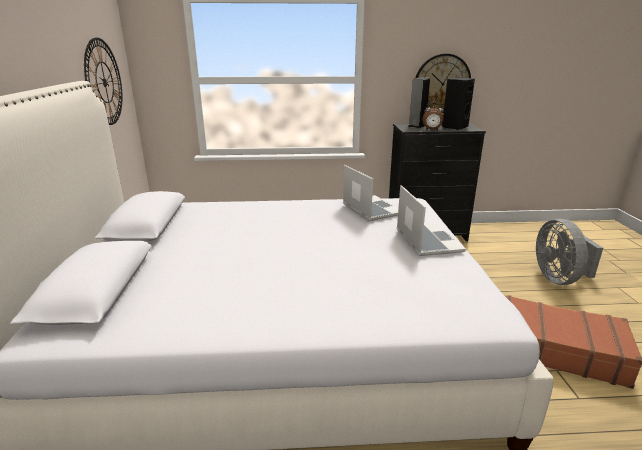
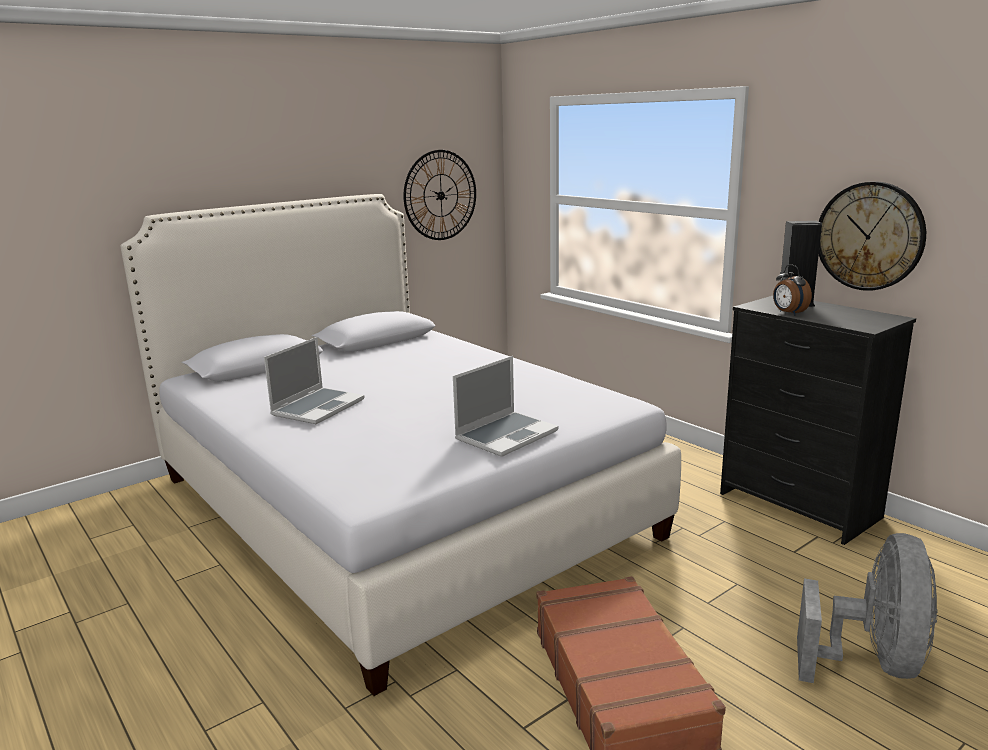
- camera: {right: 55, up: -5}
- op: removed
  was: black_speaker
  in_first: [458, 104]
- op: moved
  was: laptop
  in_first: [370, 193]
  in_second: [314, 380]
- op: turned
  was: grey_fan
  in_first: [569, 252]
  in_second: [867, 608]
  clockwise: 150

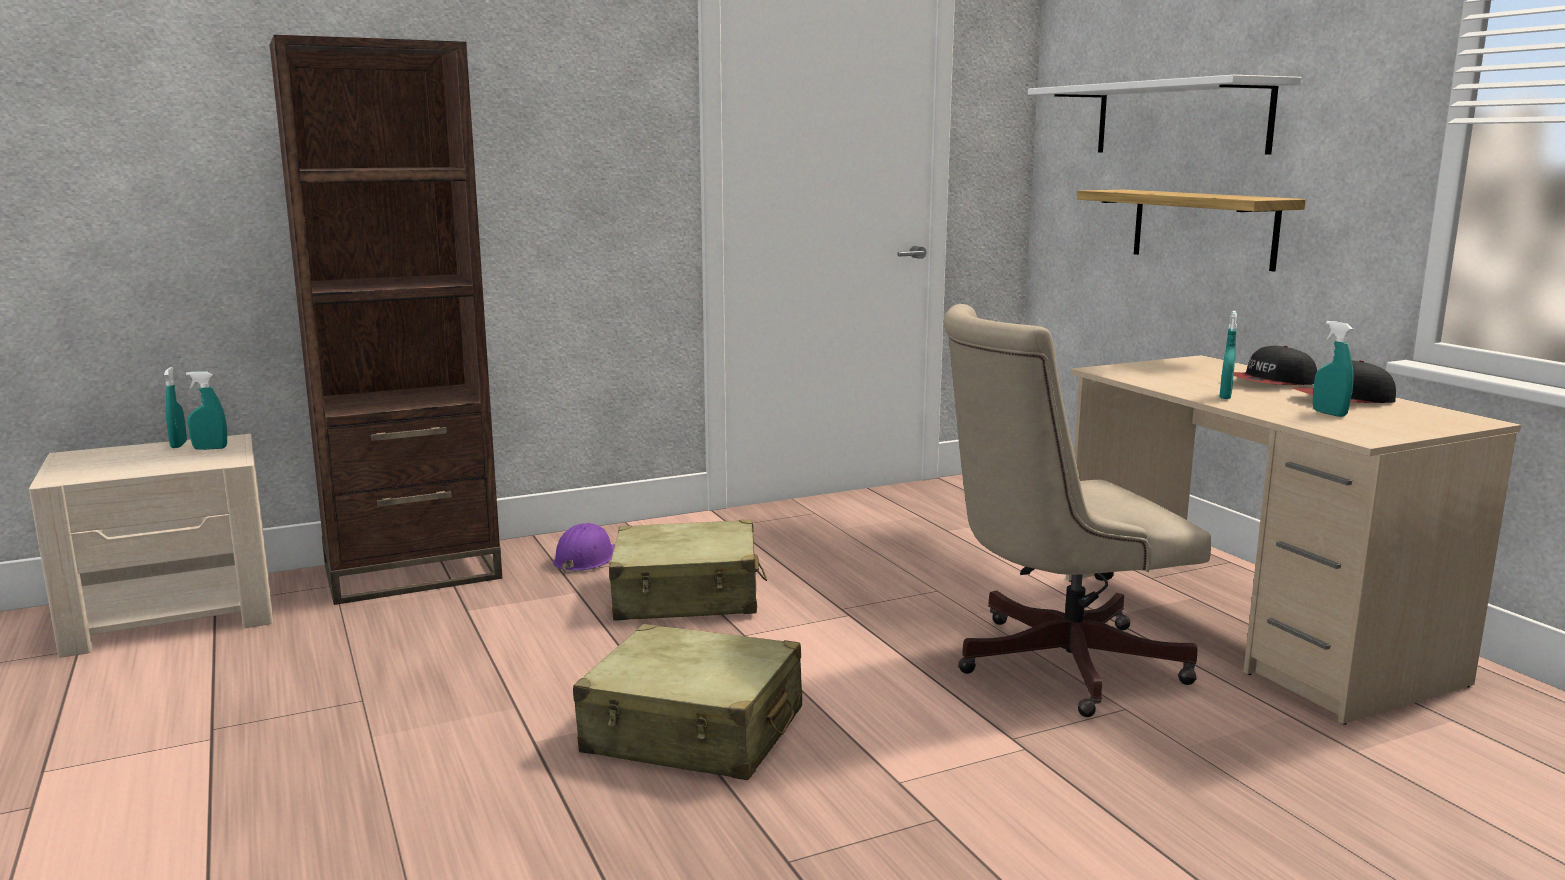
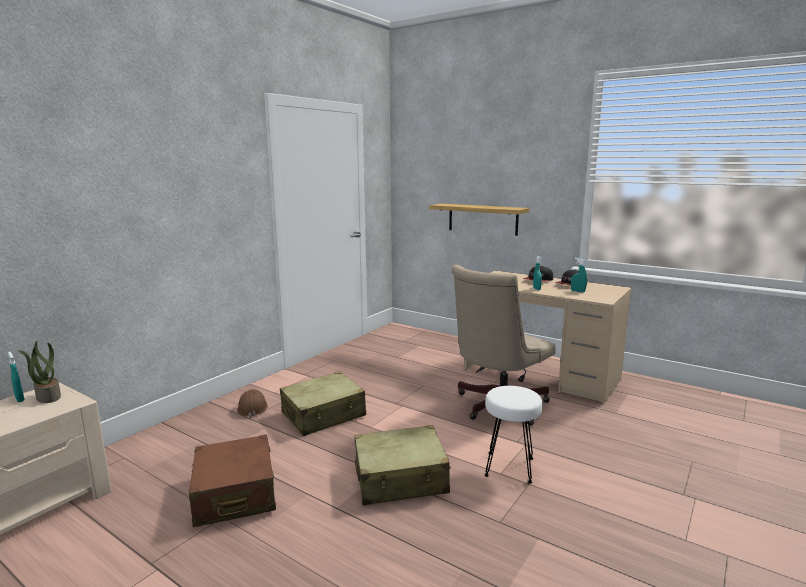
- camera: {right: -30, up: 0}
- op: removed
  was: brown_bookcase
  in_first: [385, 320]
- op: removed
  was: white_shelf
  in_first: [1165, 114]
- op: replaced
  was: turquoise_spray_bottle
  now: potted_plant
  in_first: [206, 410]
  in_second: [40, 372]
- op: recoloured
  was: purple_hard_hat
  now: brown_hard_hat
  in_first: [584, 548]
  in_second: [252, 403]
- op: added
  now: white_stool
  in_second: [513, 435]
- op: added
  now: brown_suitcase
  in_second: [232, 481]

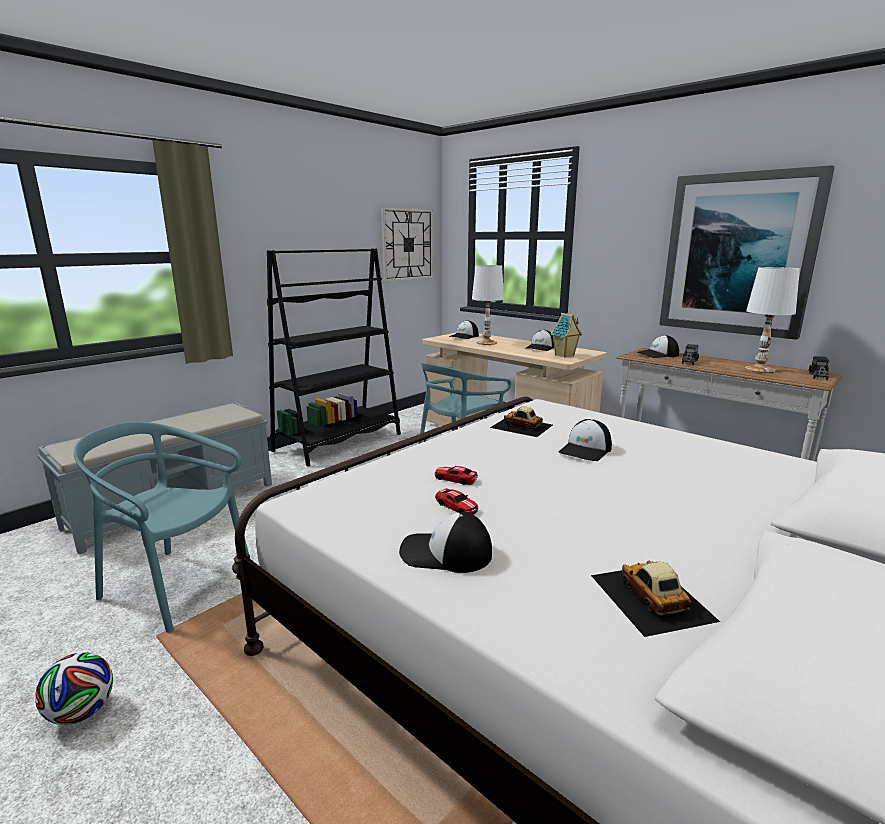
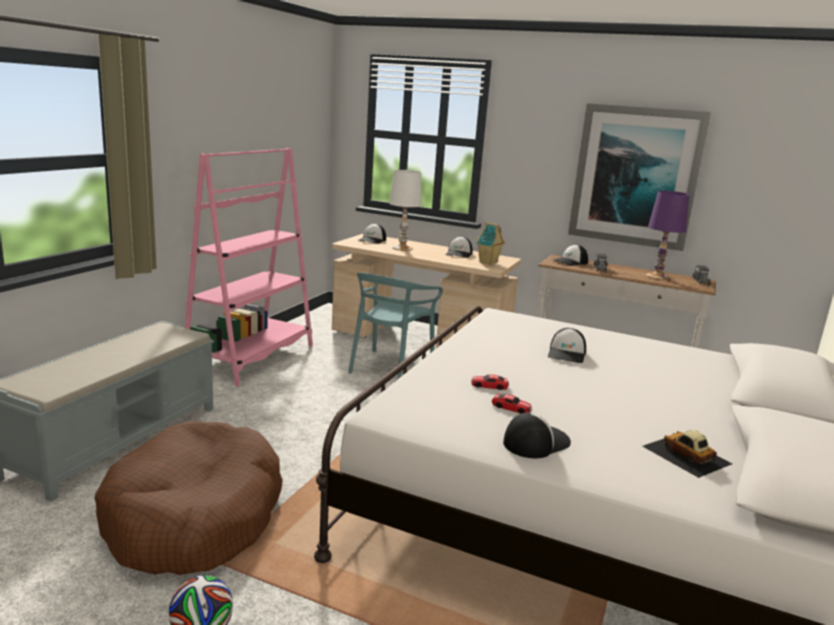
- camera: {right: -20, up: 0}
- op: removed
  was: wall_clock
  in_first: [407, 244]
- op: recoloured
  was: black_bookcase
  now: pink_bookcase
  in_first: [334, 357]
  in_second: [249, 267]
- op: recoloured
  was: white_table_lamp
  now: purple_table_lamp
  in_first: [772, 320]
  in_second: [667, 235]
- op: removed
  was: toy_car
  in_first: [521, 421]
- op: replaced
  was: turquoise_chair
  now: brown_dog_bed
  in_first: [161, 527]
  in_second: [188, 498]
- op: turned
  was: cap
  in_first: [445, 542]
  in_second: [537, 435]
  clockwise: 150

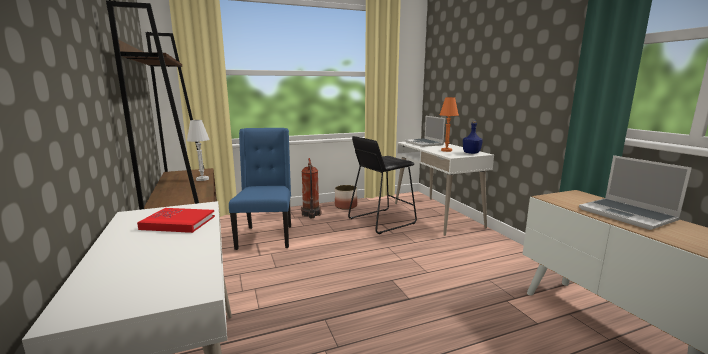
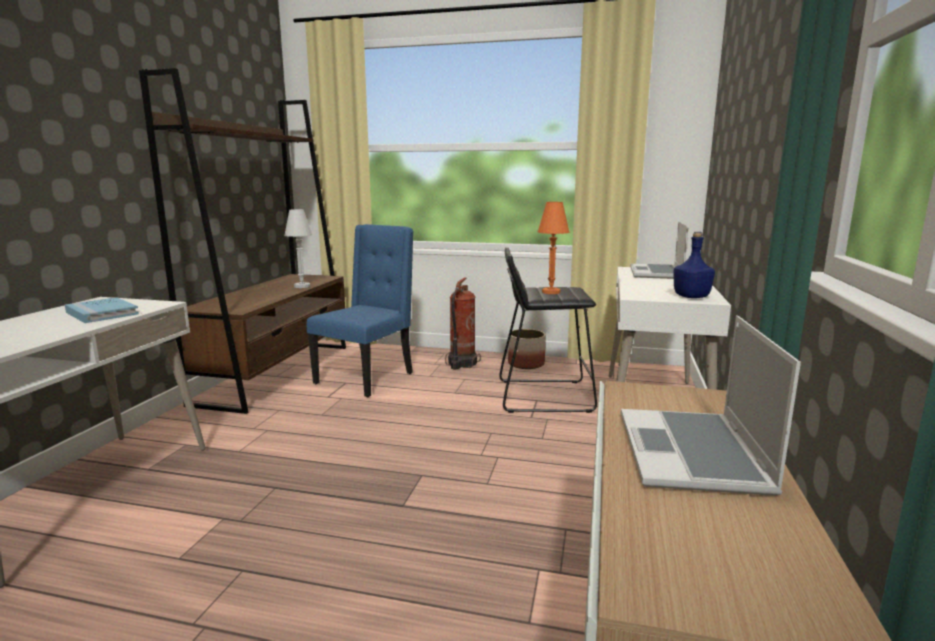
- camera: {right: 35, up: 0}
- op: moved
  was: orange_table_lamp
  in_first: [449, 124]
  in_second: [553, 248]
- op: recoloured
  was: red_book
  now: blue_book
  in_first: [176, 220]
  in_second: [102, 310]

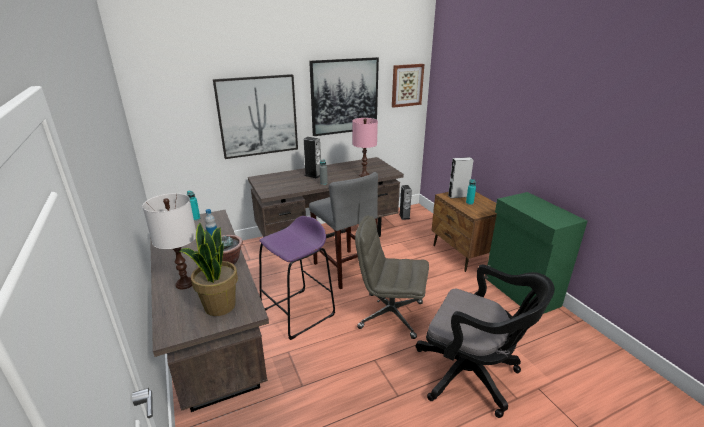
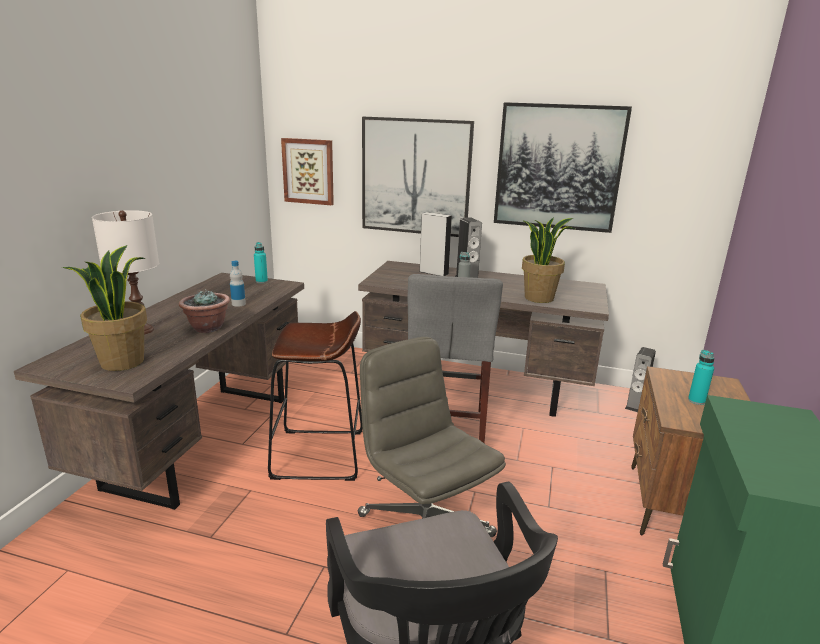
- camera: {right: 40, up: -5}
- op: moved
  was: picture
  in_first: [408, 86]
  in_second: [307, 171]
- op: replaced
  was: pink_table_lamp
  now: potted_plant
  in_first: [365, 147]
  in_second: [548, 260]
- op: moved
  was: grey_speaker
  in_first: [461, 177]
  in_second: [436, 244]
- op: recoloured
  was: purple_stool
  now: brown_stool
  in_first: [297, 278]
  in_second: [315, 396]

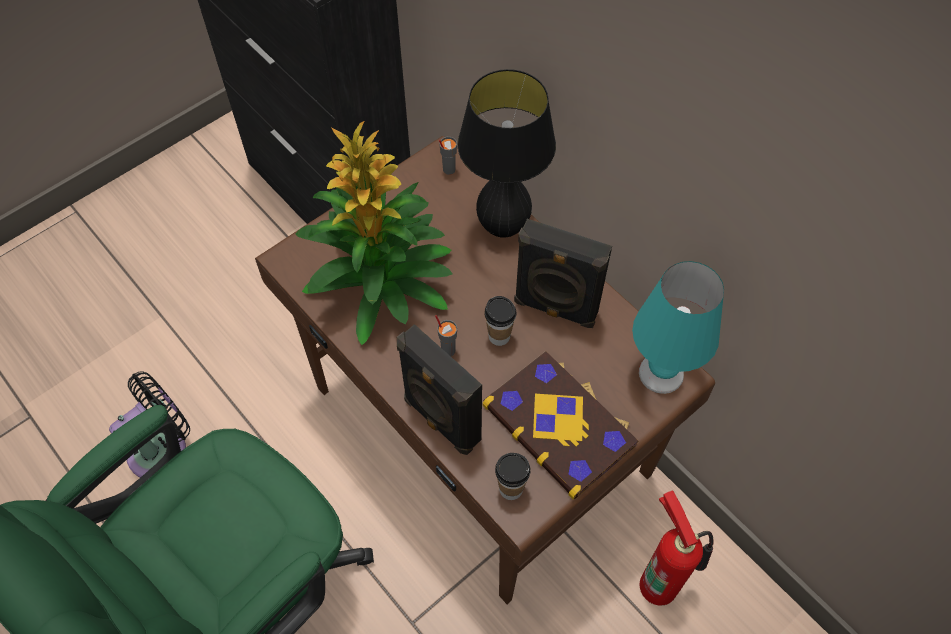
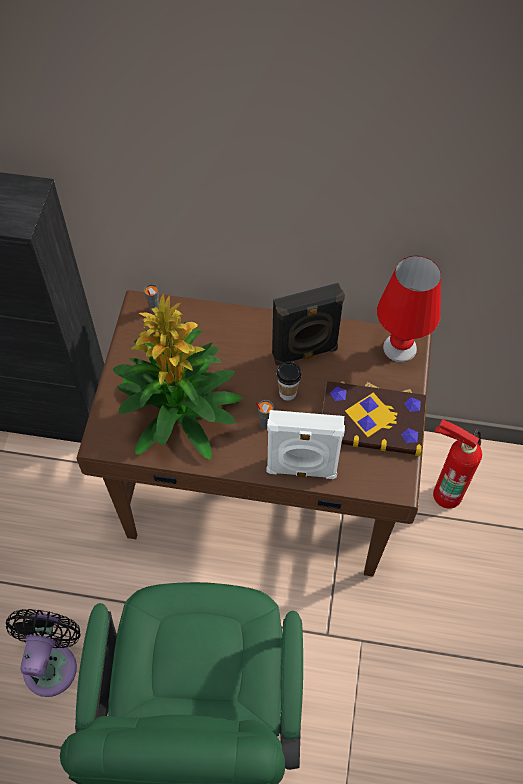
- camera: {right: -40, up: 0}
- op: removed
  was: black_table_lamp
  in_first: [506, 153]
- op: recoloured
  was: turquoise_table_lamp
  now: red_table_lamp
  in_first: [678, 327]
  in_second: [409, 309]
- op: recoloured
  was: black_speaker
  now: white_speaker
  in_first: [439, 389]
  in_second: [305, 444]
- op: removed
  was: cup
  in_first: [513, 476]

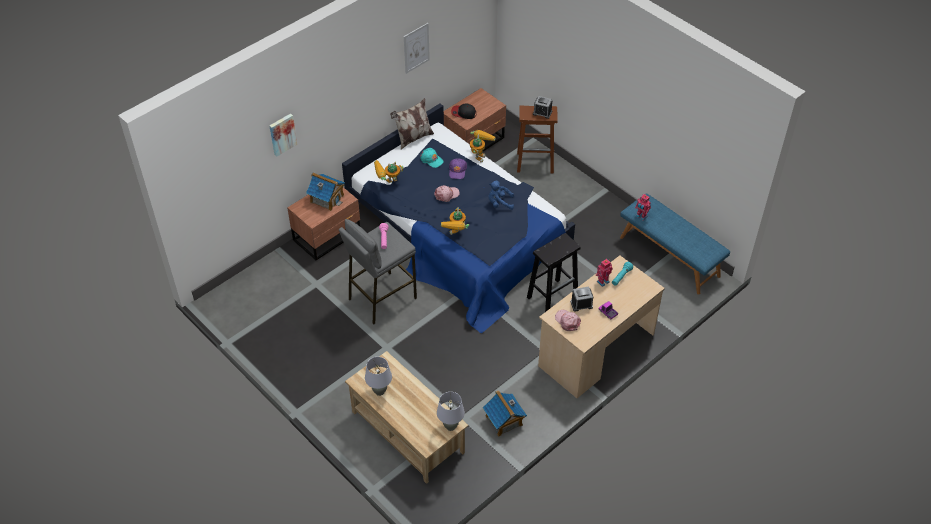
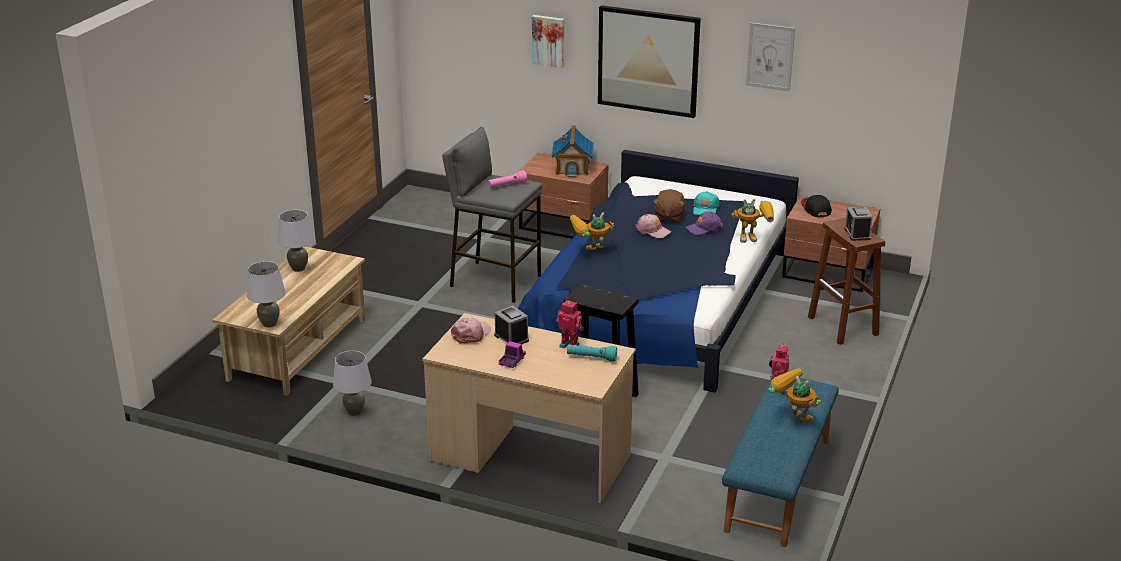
- camera: {right: 65, up: -20}
- op: removed
  was: pillow
  in_first: [412, 124]
- op: moved
  was: toy_robot
  in_first: [389, 171]
  in_second: [794, 395]
- op: removed
  was: blue_plush_toy
  in_first: [501, 195]
- op: replaced
  was: toy_house
  now: grey_table_lamp
  in_first: [505, 413]
  in_second: [352, 383]
- op: added
  now: picture
  in_second: [649, 61]
- op: added
  now: brown_plush_toy
  in_second: [669, 206]

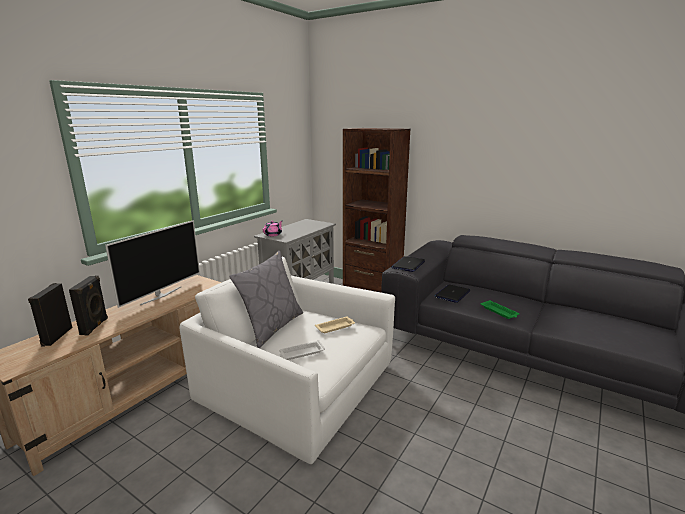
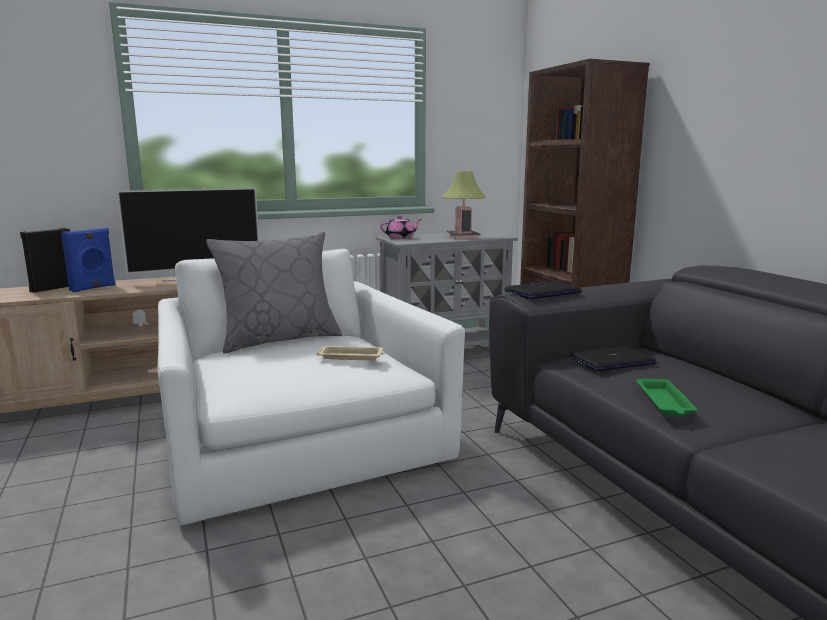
- camera: {right: 35, up: -5}
- op: recoloured
  was: black_speaker
  now: blue_speaker
  in_first: [88, 305]
  in_second: [88, 260]
- op: removed
  was: white_tray
  in_first: [302, 350]
- op: added
  now: table_lamp
  in_second: [464, 205]

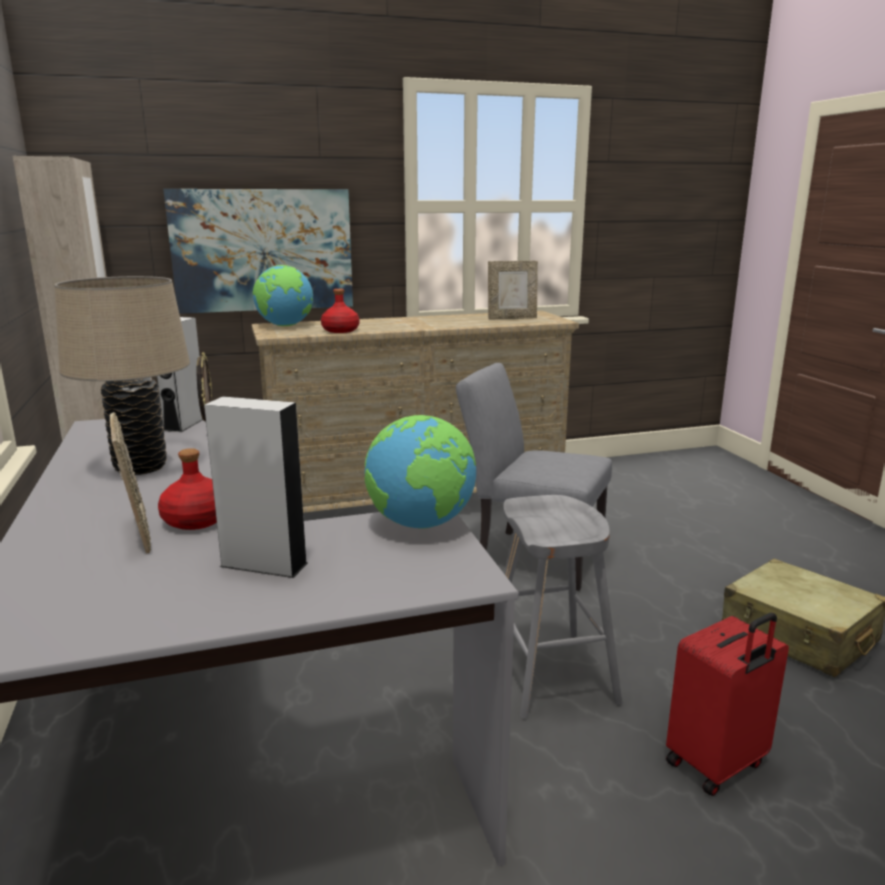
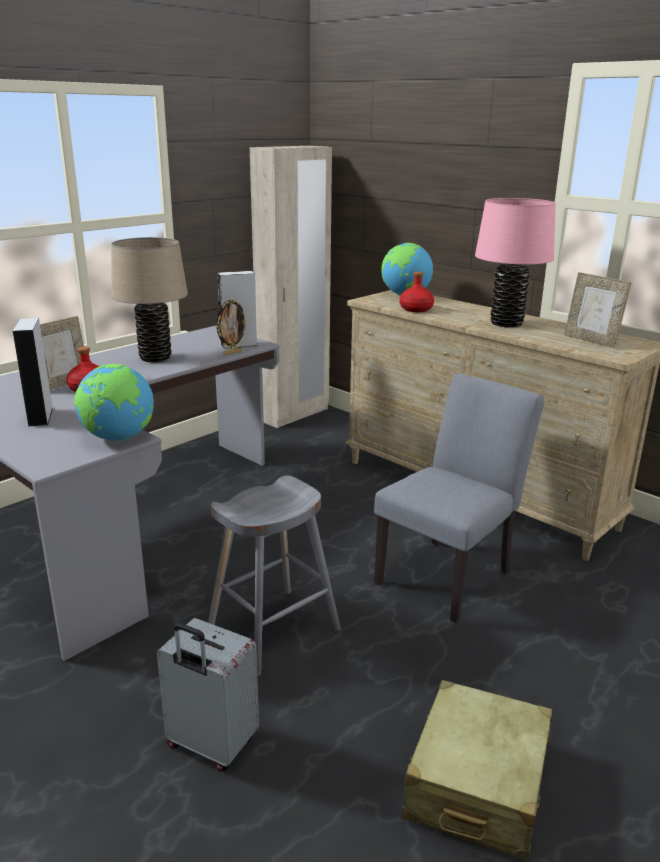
- camera: {right: 60, up: 5}
- op: removed
  was: picture
  in_first: [258, 251]
- op: turned
  was: grey_chair
  in_first: [534, 477]
  in_second: [459, 498]
  clockwise: 45
- op: recoloured
  was: red_suitcase
  now: grey_suitcase
  in_first: [727, 704]
  in_second: [208, 694]
- op: added
  now: pink_table_lamp
  in_second: [515, 263]

